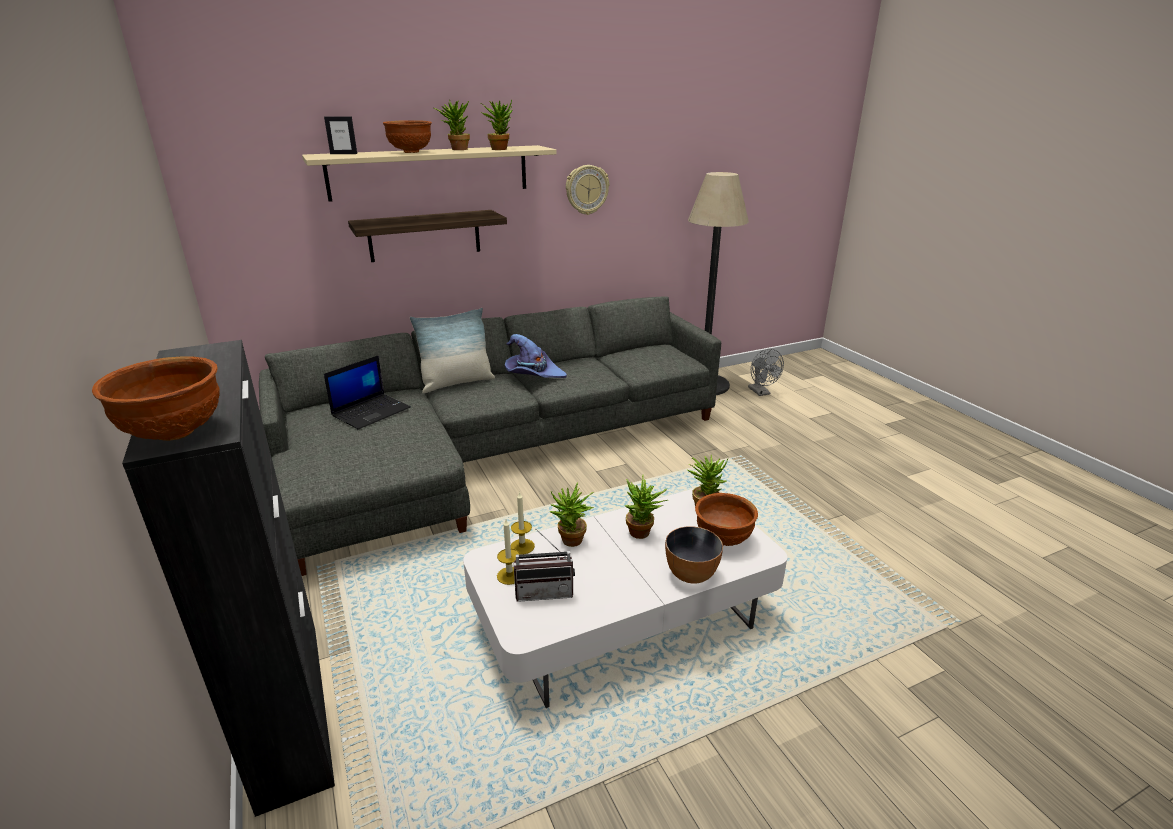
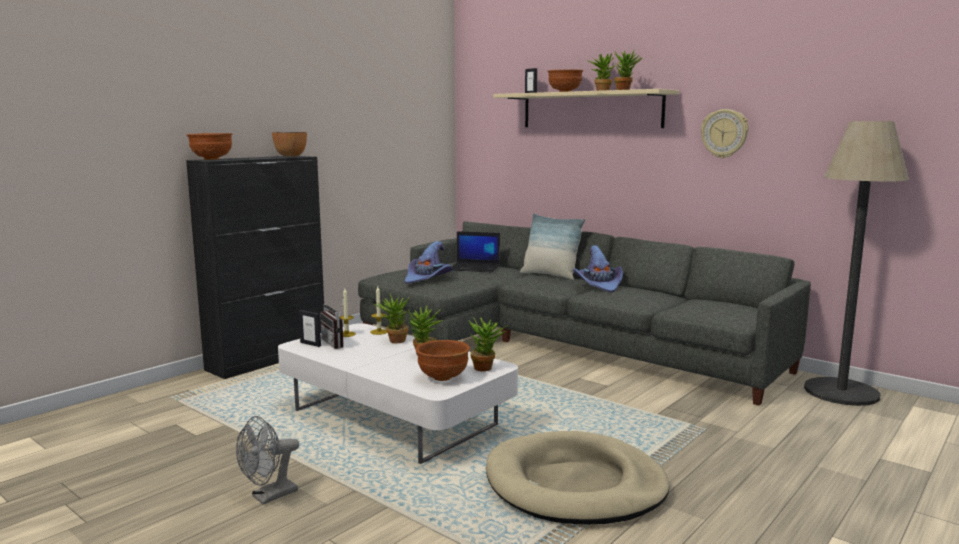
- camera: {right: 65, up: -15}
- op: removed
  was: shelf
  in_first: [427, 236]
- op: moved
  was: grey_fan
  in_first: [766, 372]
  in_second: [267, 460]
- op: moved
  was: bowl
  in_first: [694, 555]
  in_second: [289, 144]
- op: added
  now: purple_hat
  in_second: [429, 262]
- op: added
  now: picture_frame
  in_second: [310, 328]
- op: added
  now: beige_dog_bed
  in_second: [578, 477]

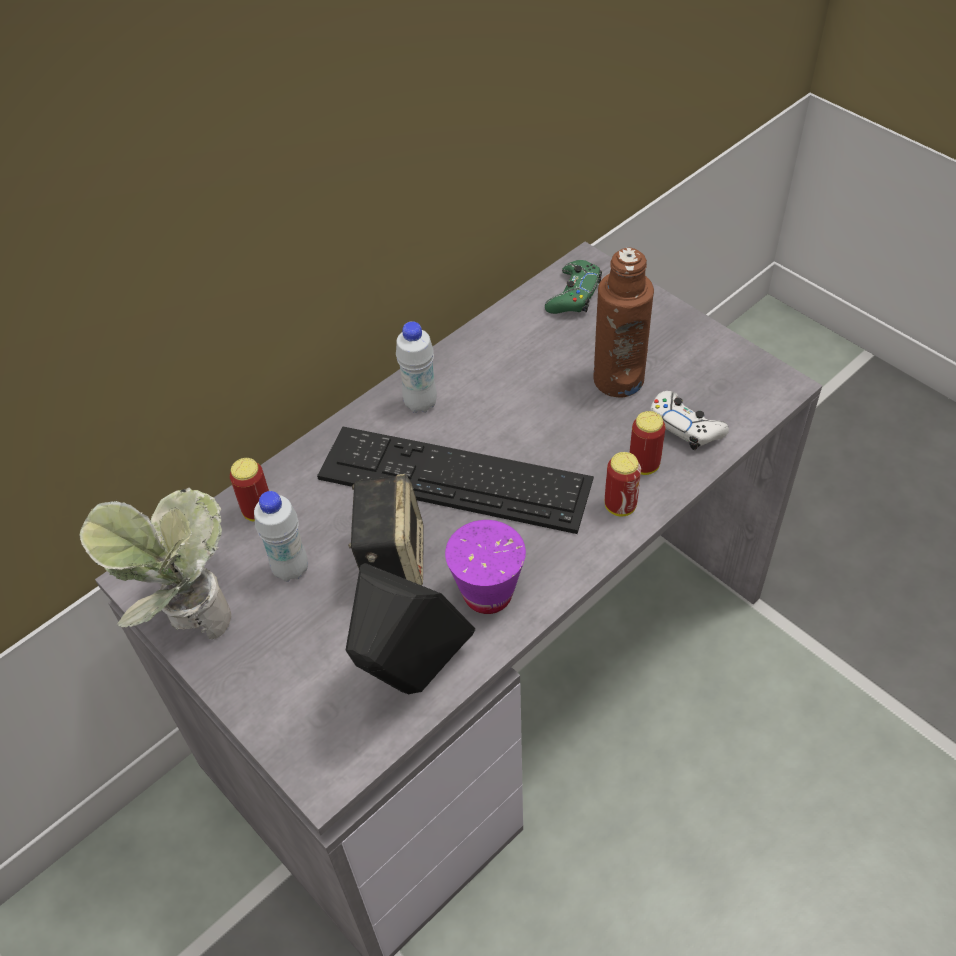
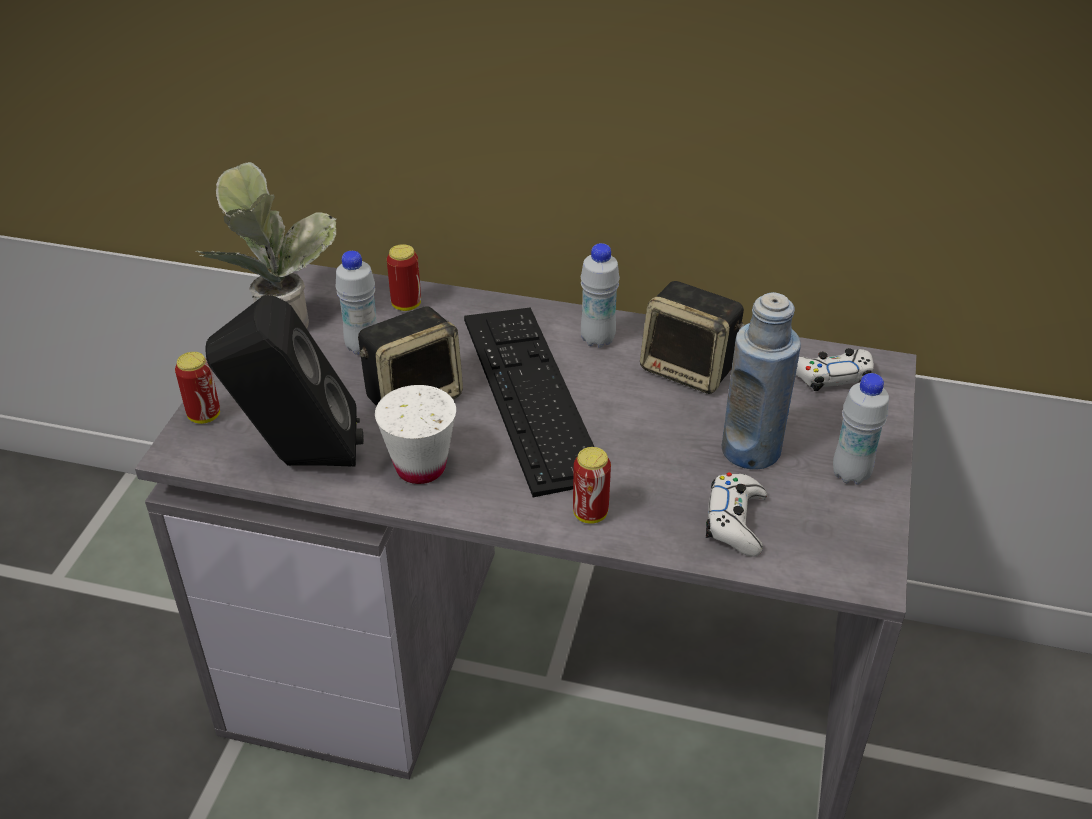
- camera: {right: 55, up: -10}
- op: recoloured
  was: brown_bottle
  now: blue_bottle
  in_first: [623, 322]
  in_second: [761, 381]
- op: recoloured
  was: green_game_controller
  now: white_game_controller
  in_first: [573, 287]
  in_second: [835, 369]
- op: moved
  was: can
  in_first: [648, 443]
  in_second: [197, 388]
- op: recoloured
  was: purple_cup
  now: white_cup
  in_first: [485, 567]
  in_second: [415, 434]
- op: added
  now: speaker
  in_second: [692, 337]
- op: added
  now: white_bottle
  in_second: [861, 428]

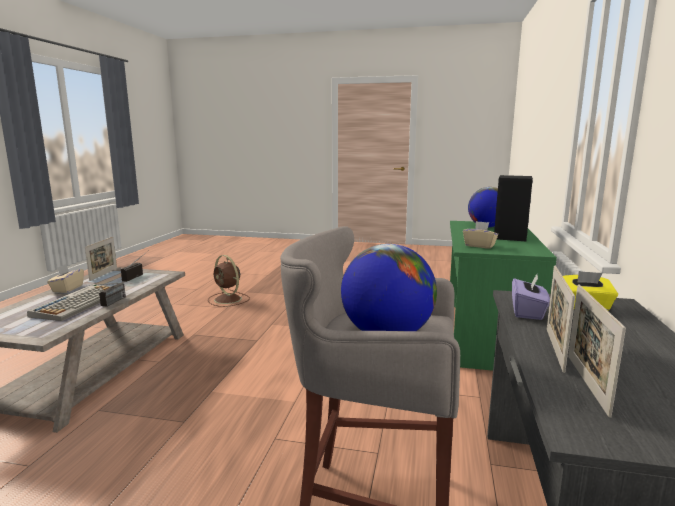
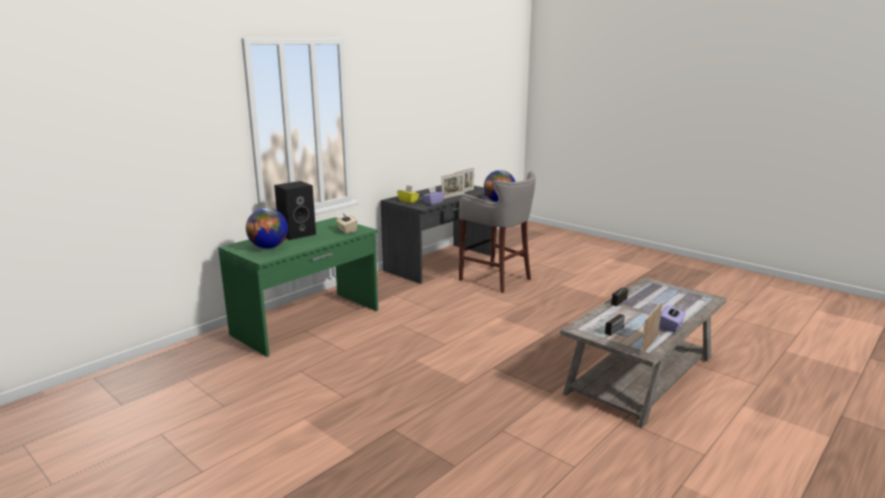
- camera: {right: -150, up: 5}
- op: removed
  was: brown_fan
  in_first: [229, 281]
- op: recoloured
  was: beige_tissue_box
  now: purple_tissue_box
  in_first: [65, 278]
  in_second: [673, 318]
- op: removed
  was: keyboard
  in_first: [69, 302]

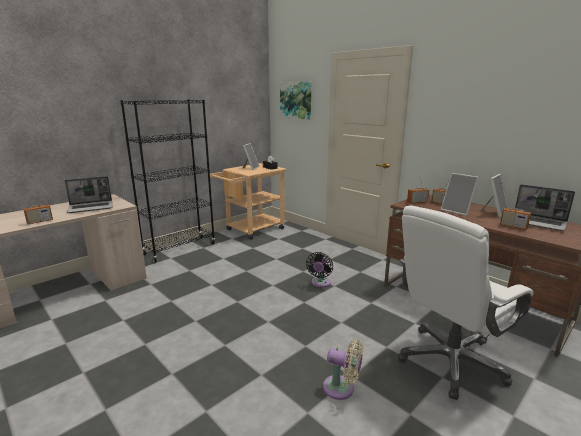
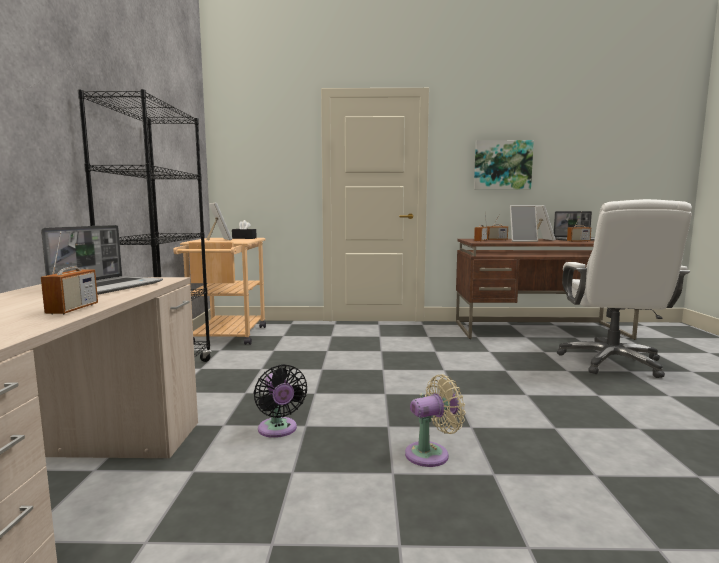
- camera: {right: -45, up: -10}
- op: moved
  was: picture
  in_first: [295, 101]
  in_second: [504, 165]
- op: moved
  was: black_fan
  in_first: [319, 269]
  in_second: [280, 401]
- op: moved
  was: beige_fan
  in_first: [343, 370]
  in_second: [435, 420]

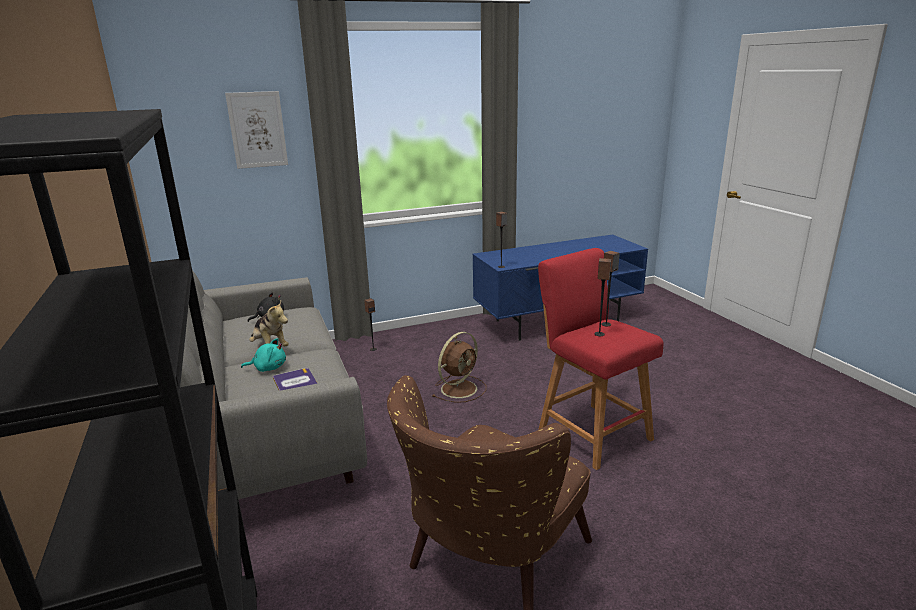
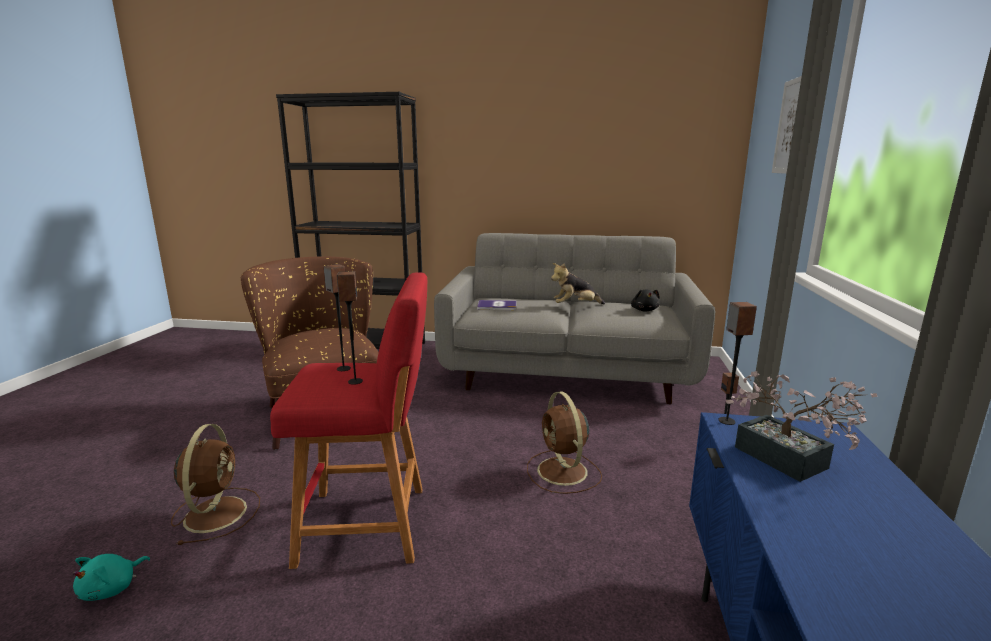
- camera: {right: 120, up: -5}
- op: moved
  was: turquoise_plush_toy
  in_first: [263, 355]
  in_second: [111, 577]
- op: added
  now: potted_plant
  in_second: [801, 426]
- op: added
  now: brown_fan
  in_second: [215, 484]

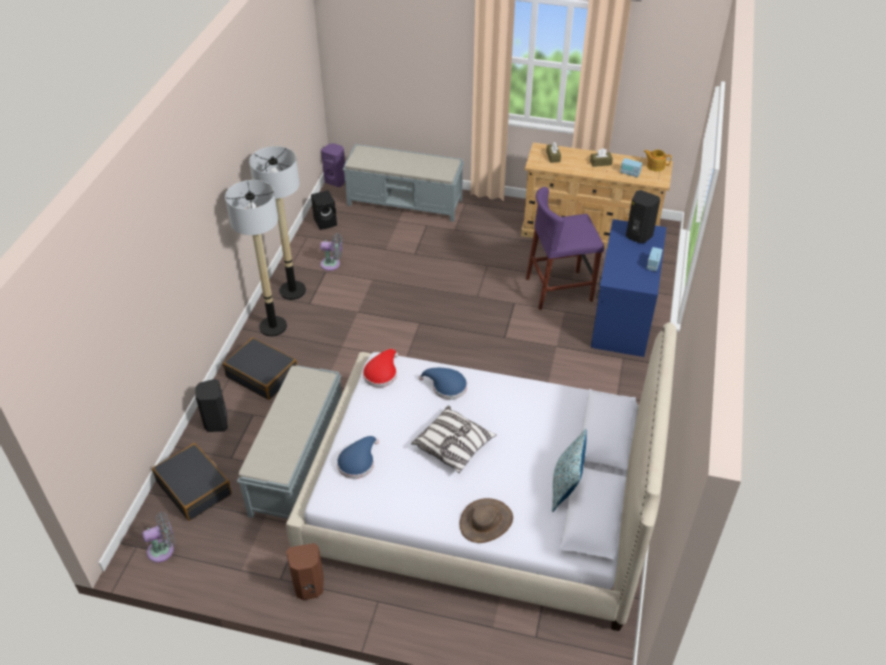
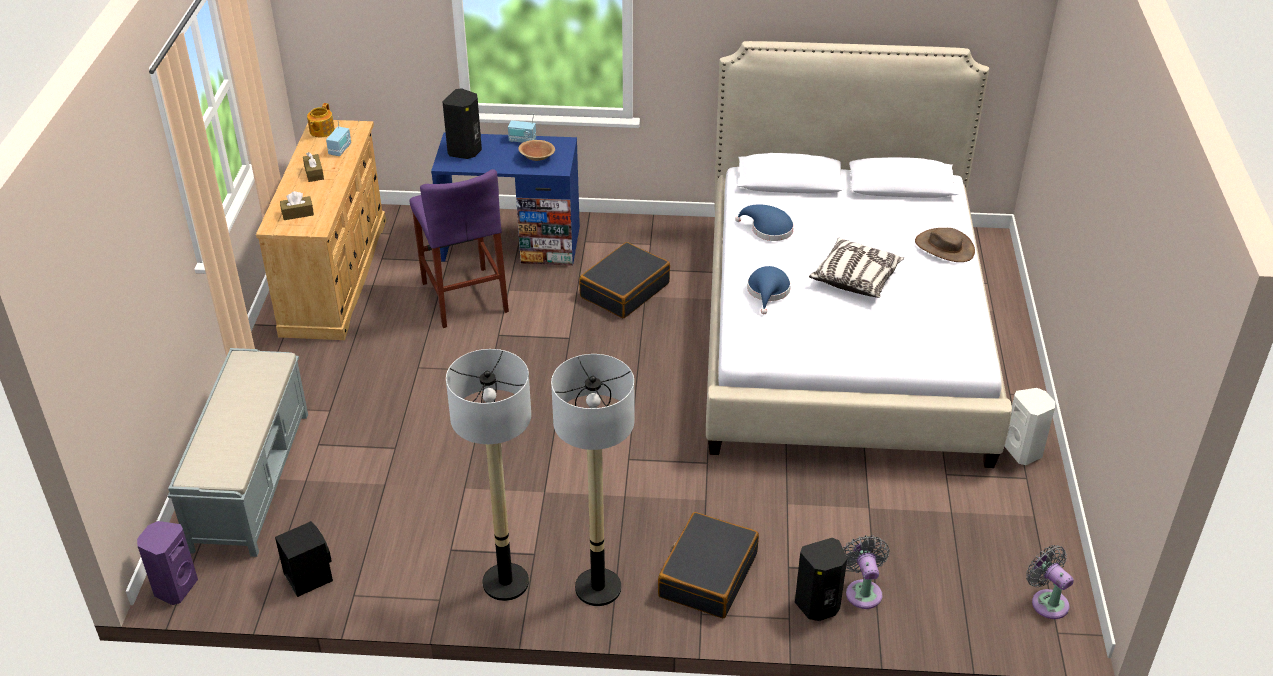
- camera: {right: -100, up: -5}
- op: moved
  was: grey_fan
  in_first: [331, 252]
  in_second: [866, 572]
- op: removed
  was: red_hat
  in_first: [380, 368]
- op: removed
  was: grey_bench
  in_first: [289, 442]
- op: removed
  was: pillow
  in_first: [569, 470]
- op: moved
  was: blue_hat
  in_first: [358, 457]
  in_second: [764, 223]
- op: moved
  was: black_suitcase
  in_first: [192, 482]
  in_second: [624, 280]
- op: recoloured
  was: brown_speaker
  now: white_speaker
  in_first: [305, 571]
  in_second: [1029, 426]
- op: added
  now: brown_bowl
  in_second: [536, 150]

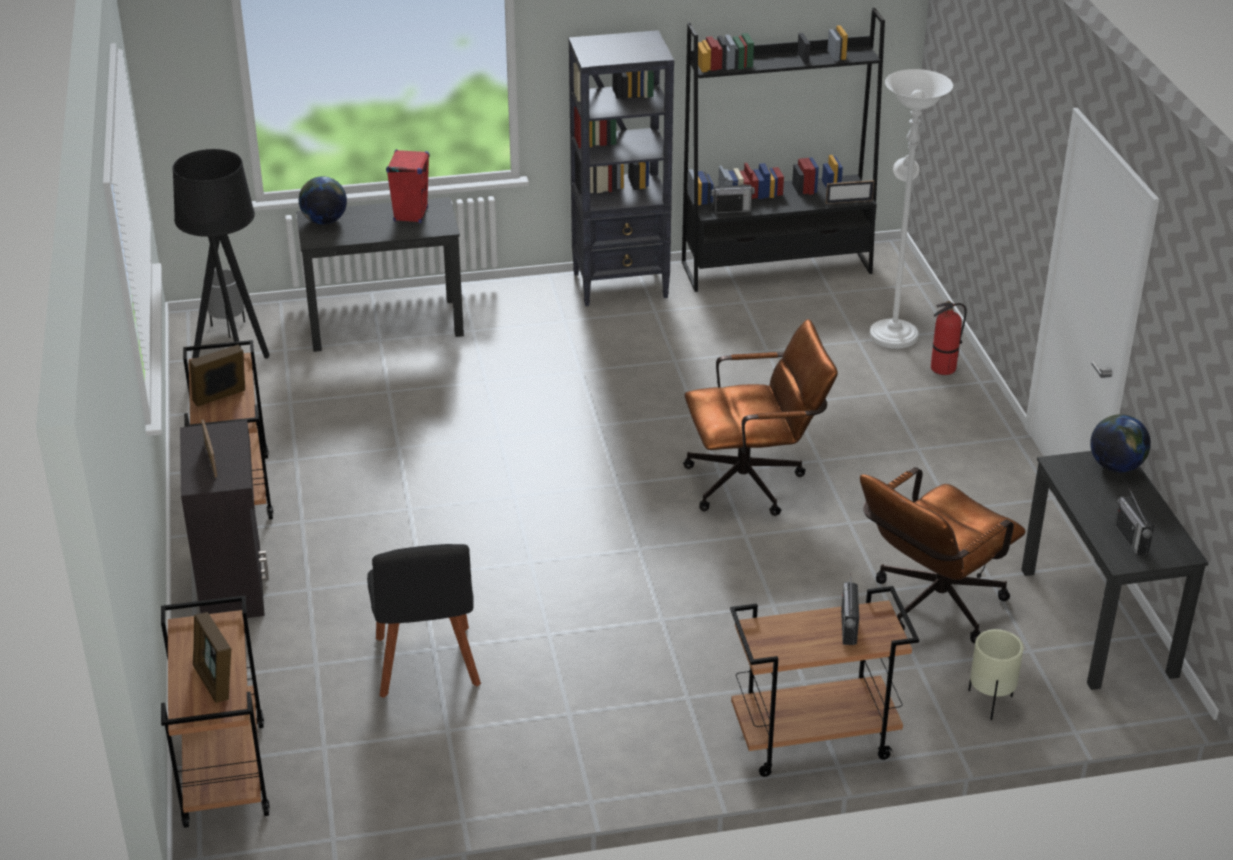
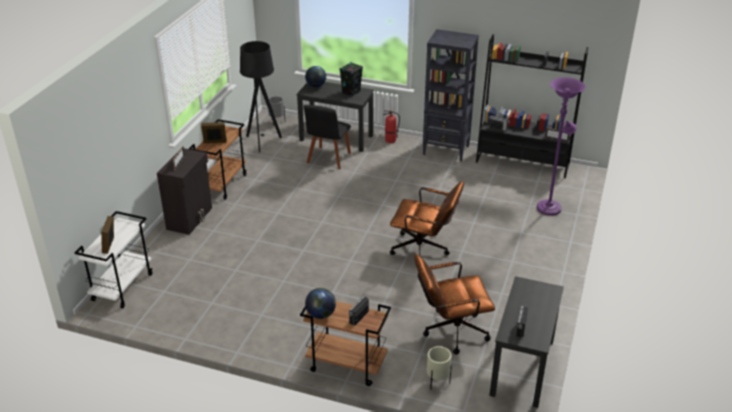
- camera: {right: 30, up: 0}
- op: recoloured
  was: white_floor_lamp
  now: purple_floor_lamp
  in_first: [911, 209]
  in_second: [561, 146]
- op: recoloured
  was: red_speaker
  now: black_speaker
  in_first: [407, 186]
  in_second: [351, 79]
- op: moved
  was: fire_extinguisher
  in_first: [949, 338]
  in_second: [391, 126]
- op: moved
  was: globe
  in_first: [1120, 443]
  in_second: [320, 303]
- op: moved
  was: black_chair
  in_first: [424, 621]
  in_second: [327, 137]
- op: recoloured
  was: brown_cart
  now: white_cart
  in_first: [215, 711]
  in_second: [114, 259]

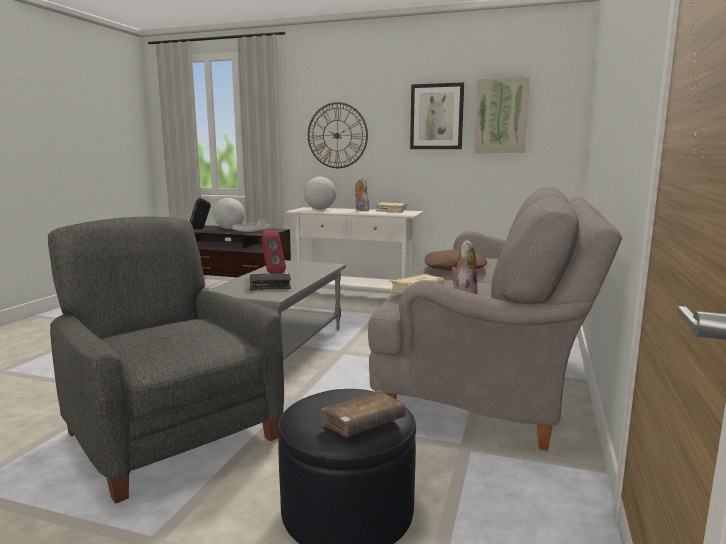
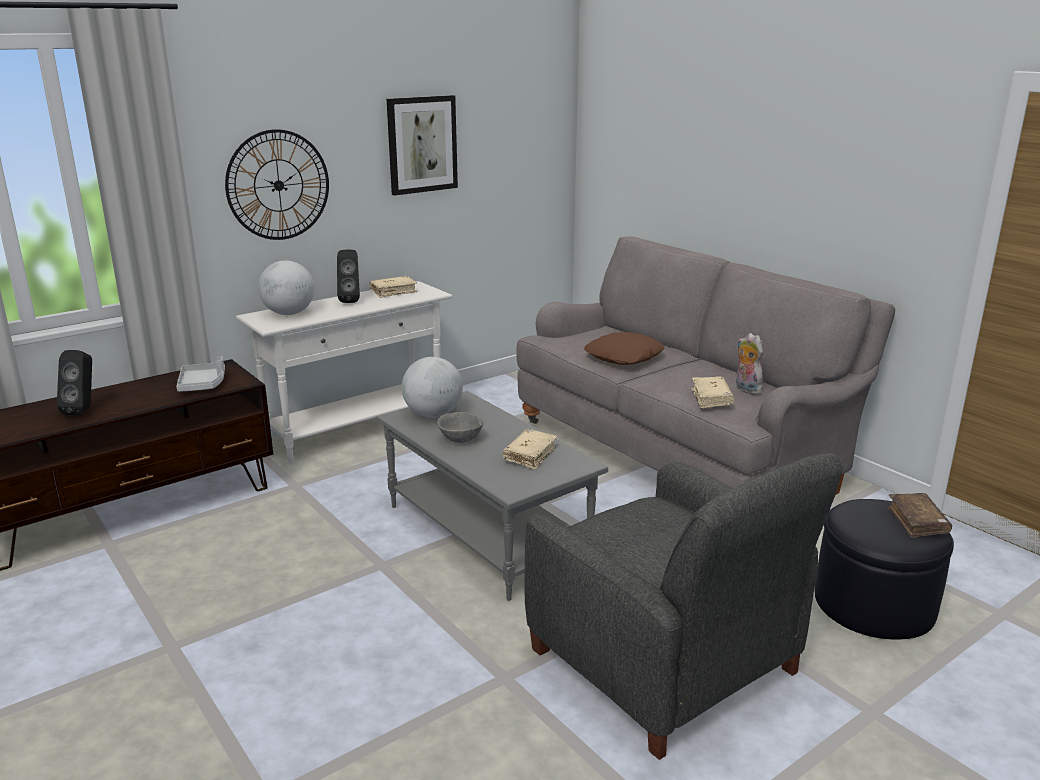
- camera: {right: -55, up: 10}
- op: removed
  was: picture
  in_first: [502, 115]
- op: replaced
  was: plush_toy
  now: black_speaker
  in_first: [362, 194]
  in_second: [348, 276]
- op: moved
  was: globe
  in_first: [229, 213]
  in_second: [432, 387]
- op: turned
  was: grey_armchair
  in_first: [166, 360]
  in_second: [684, 606]
  clockwise: -120
- op: replaced
  was: red_speaker
  now: grey_bowl
  in_first: [273, 252]
  in_second: [460, 427]
- op: recoloured
  was: black_book
  now: beige_book
  in_first: [270, 281]
  in_second: [529, 449]

